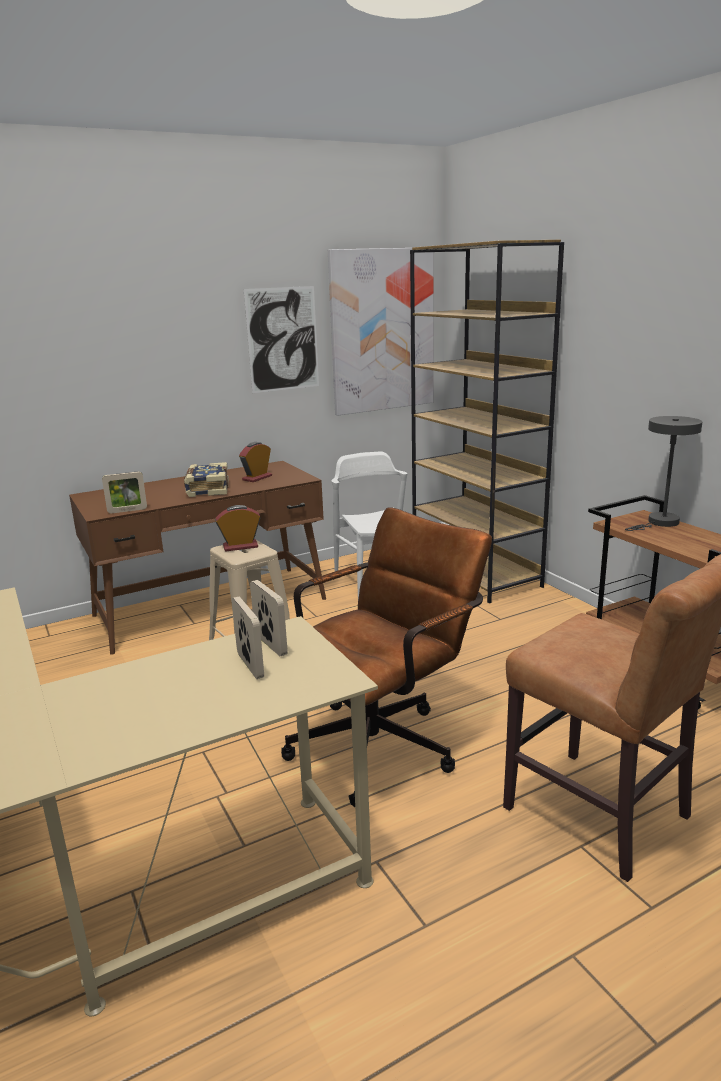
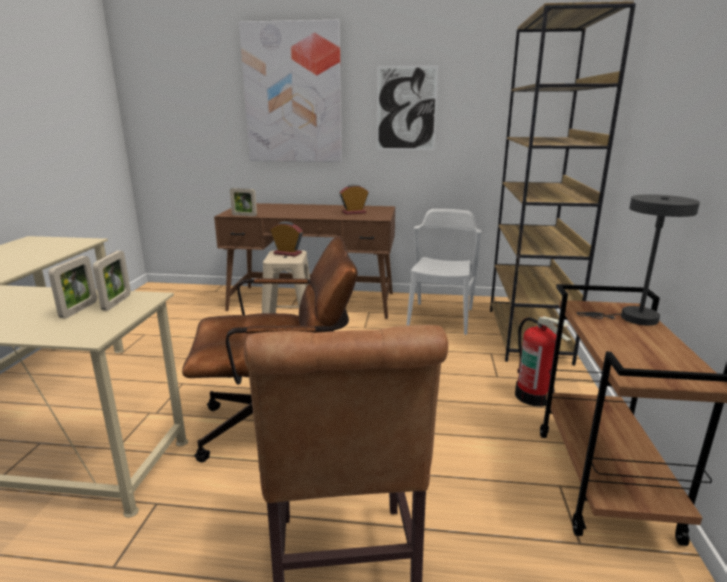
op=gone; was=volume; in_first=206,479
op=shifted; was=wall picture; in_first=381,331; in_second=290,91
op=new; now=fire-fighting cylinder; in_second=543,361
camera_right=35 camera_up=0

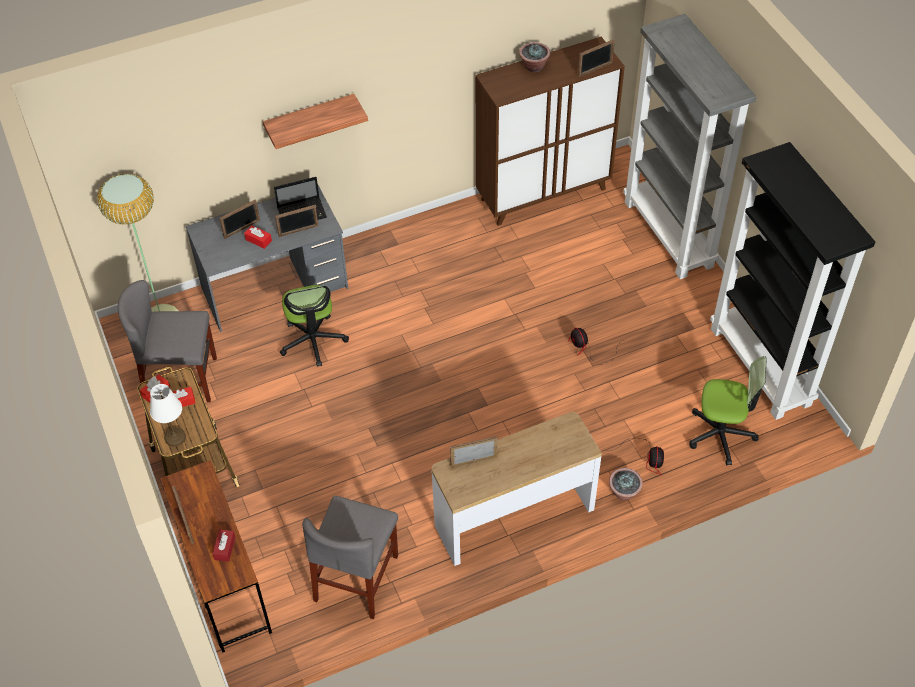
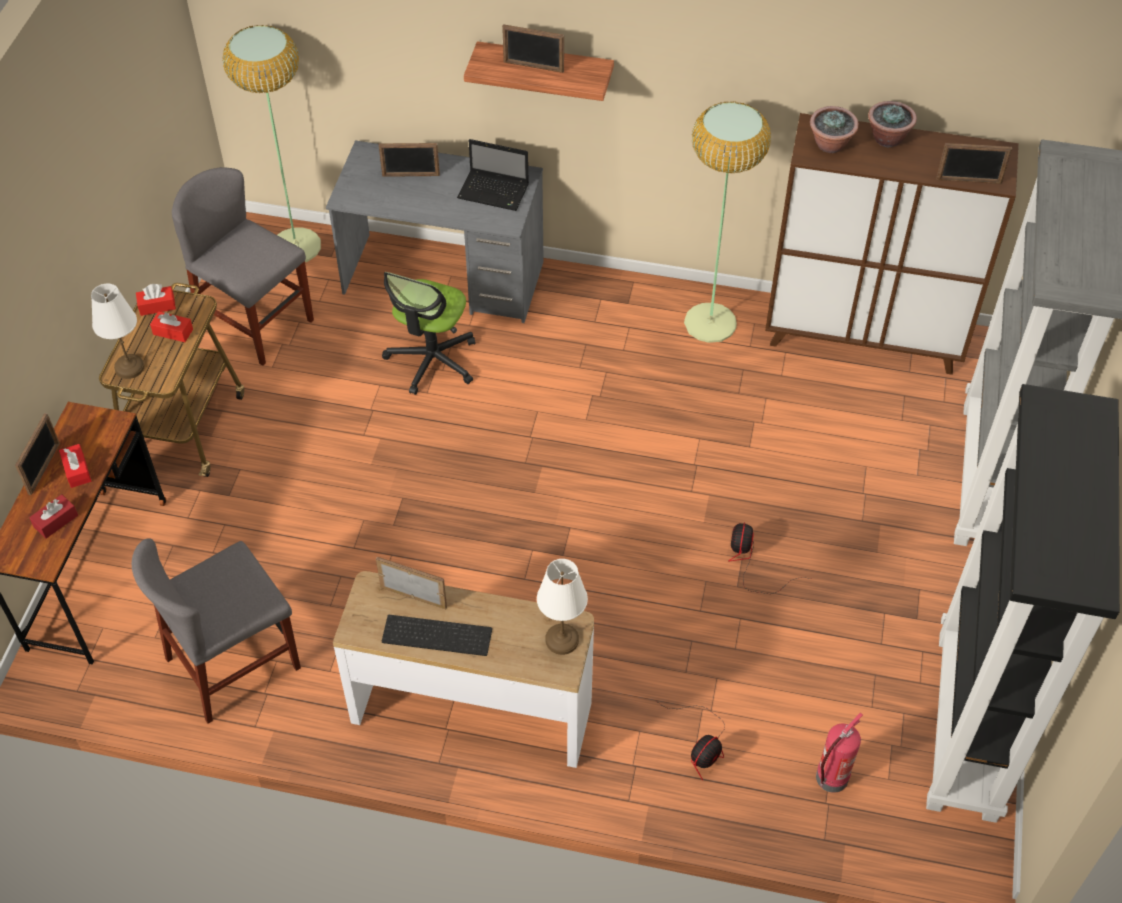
op=shifted; was=red-coloured tissue box; in_first=258,237; in_second=75,466
op=shifted; was=standing frame; in_first=296,221; in_second=533,48
op=shifted; was=plant in a pot; in_first=626,484; in_second=834,129
op=swapped; was=desk chair; now=fire-fighting cylinder; in_first=728,410; in_second=839,752
op=new; now=computer keyboard; in_second=437,635
op=new; now=white lamp for a table; in_second=562,607
op=new; now=standard lamp; in_second=727,222
camera_right=35 camera_up=0

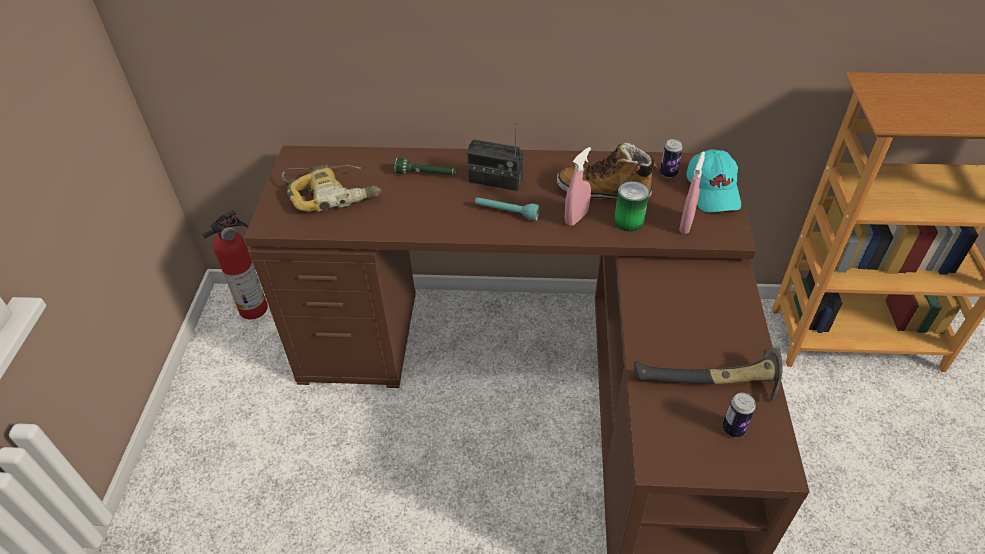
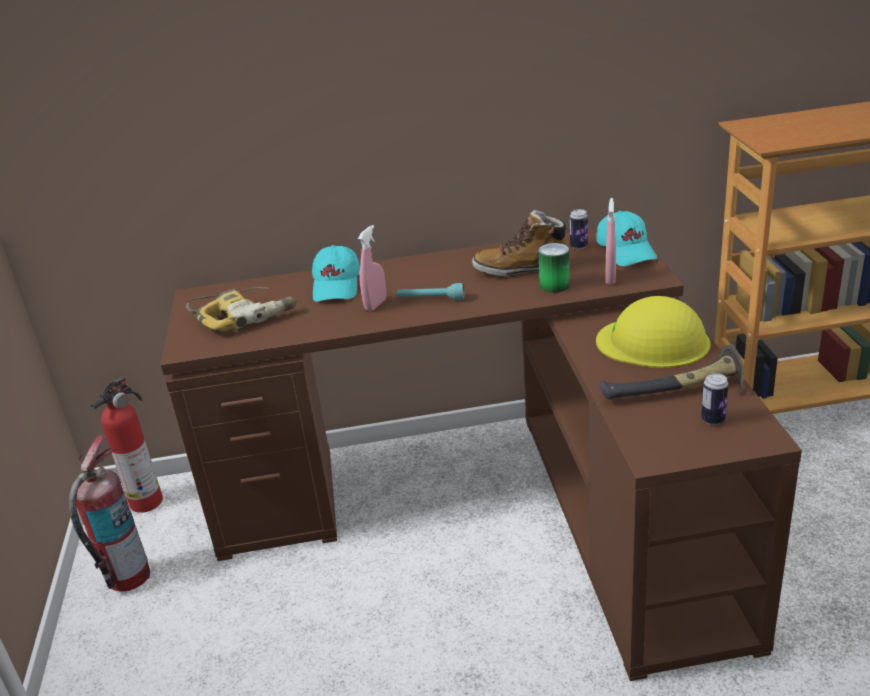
op=swapped; was=green-coloured hand torch; now=blue-green baseball cap; in_first=425,166; in_second=336,273
op=gone; was=radio set; in_first=495,157
op=shifted; was=pink-coloured spray bottle; in_first=578,186; in_second=372,268
op=new; now=fire-fighting cylinder; in_second=109,513
op=new; now=yellow-coloured safety helmet; in_second=653,332
camera_right=-10 camera_up=-15

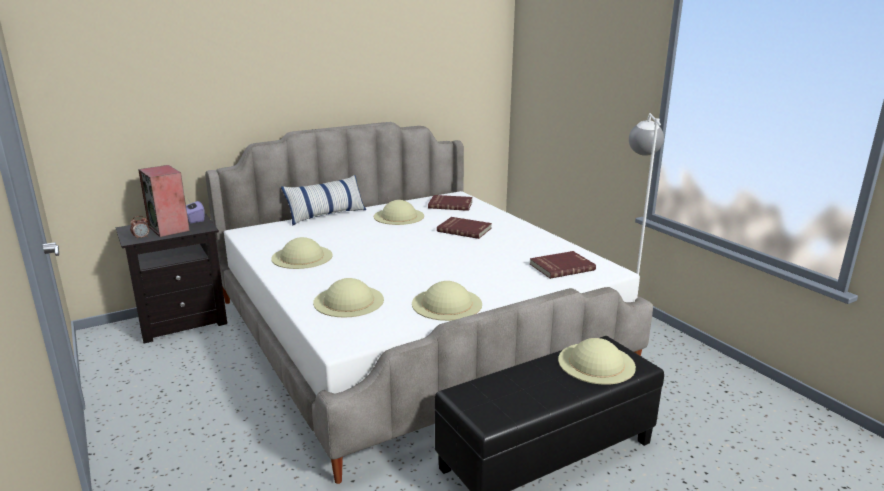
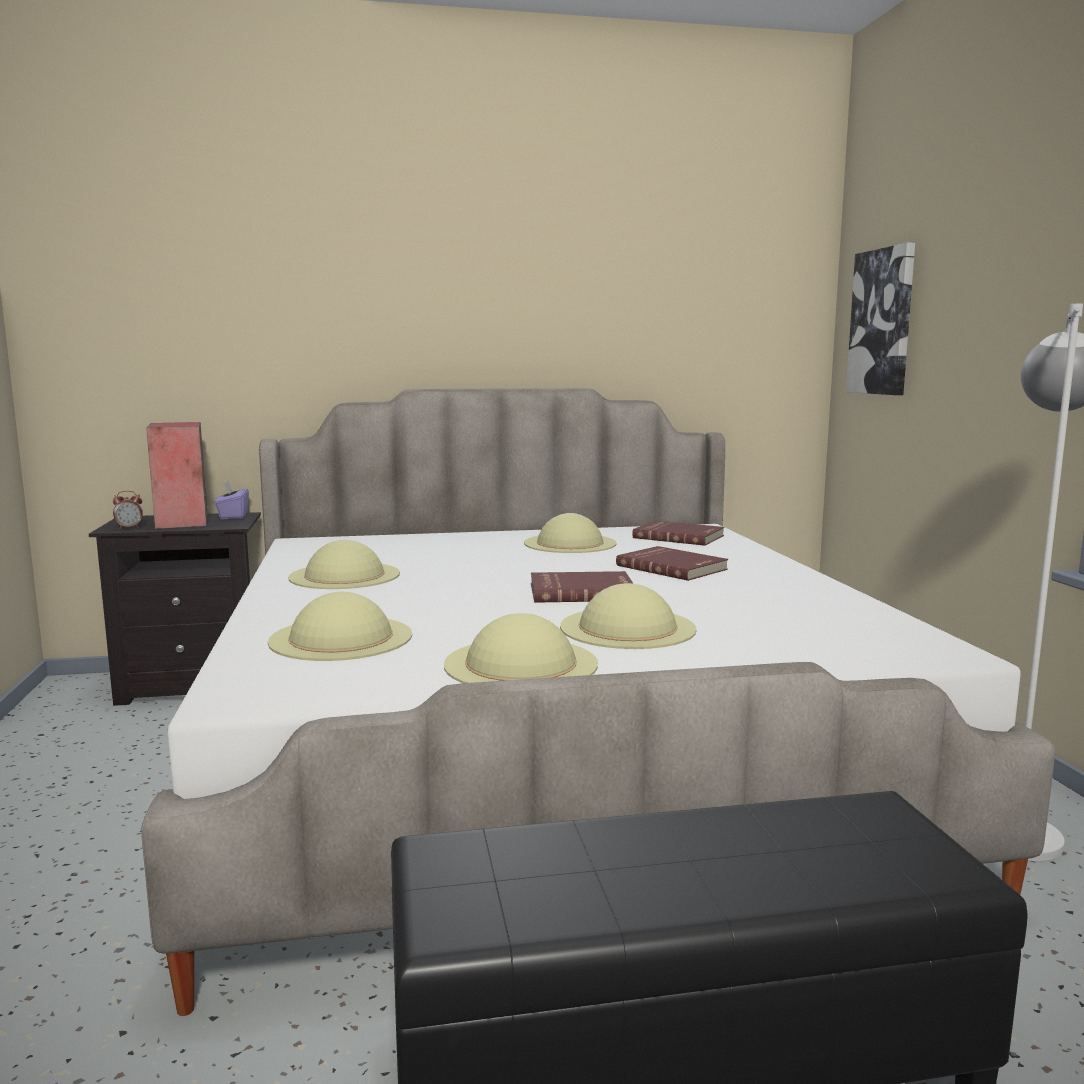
op=gone; was=throw pillow; in_first=323,200
op=shifted; was=red-coloured volume; in_first=563,265; in_second=582,587
op=shifted; was=beige clothing hat; in_first=597,361; in_second=628,616
op=new; now=wall picture; in_second=880,319
camera_right=20 camera_up=-10

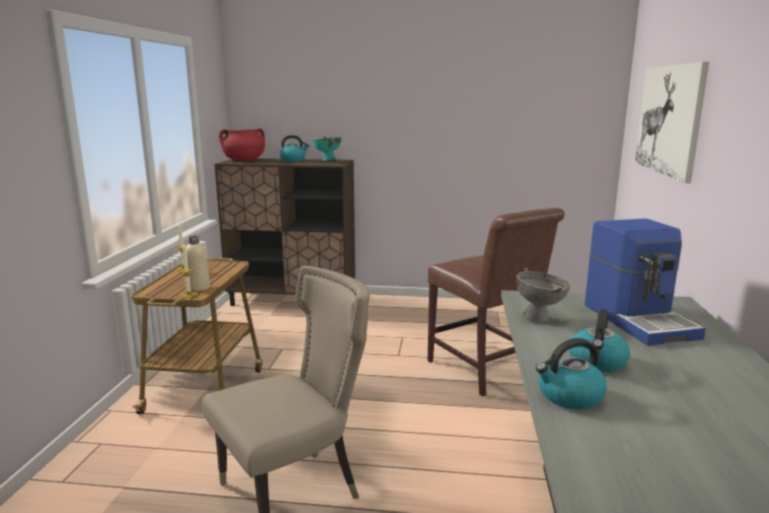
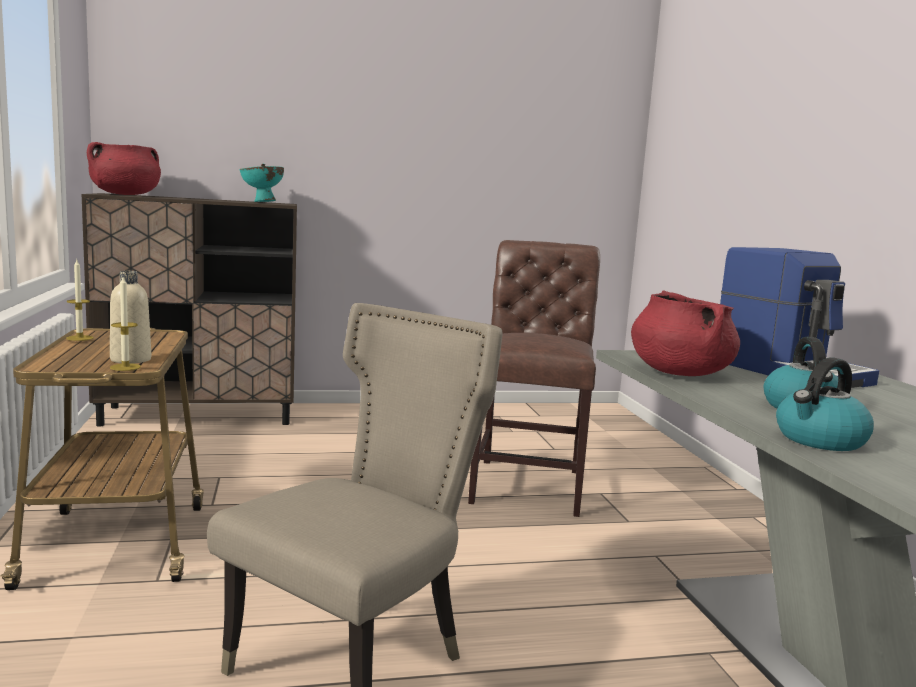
op=gone; was=kettle; in_first=294,148
op=rotated; was=brown-coloured chair; in_first=496,302; in_second=534,378; clockwise=-120
op=swapped; was=gray bowl; now=red-coloured stockpot; in_first=543,295; in_second=685,333
op=gone; was=wall picture; in_first=672,122
camera_right=-20 camera_up=-5

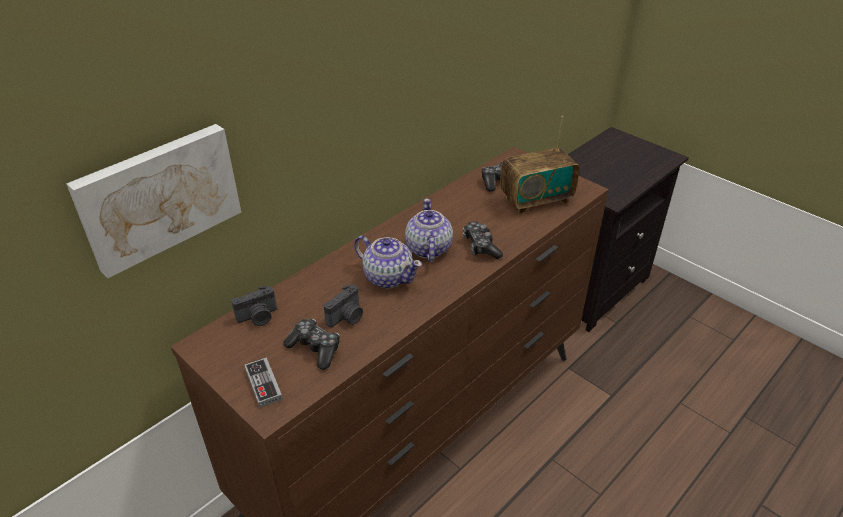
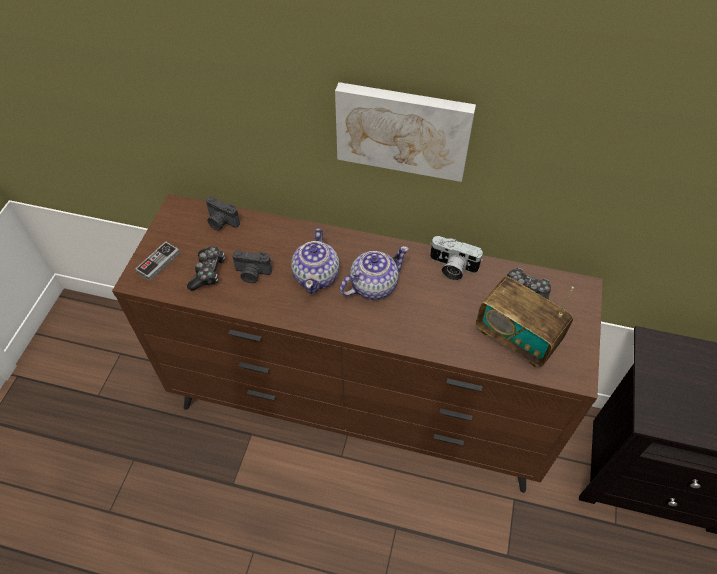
op=shifted; was=wall picture; in_first=153,201; in_second=405,132
op=gone; was=game controller; in_first=483,240
op=new; now=still camera; in_second=456,258
camera_right=60 camera_up=15

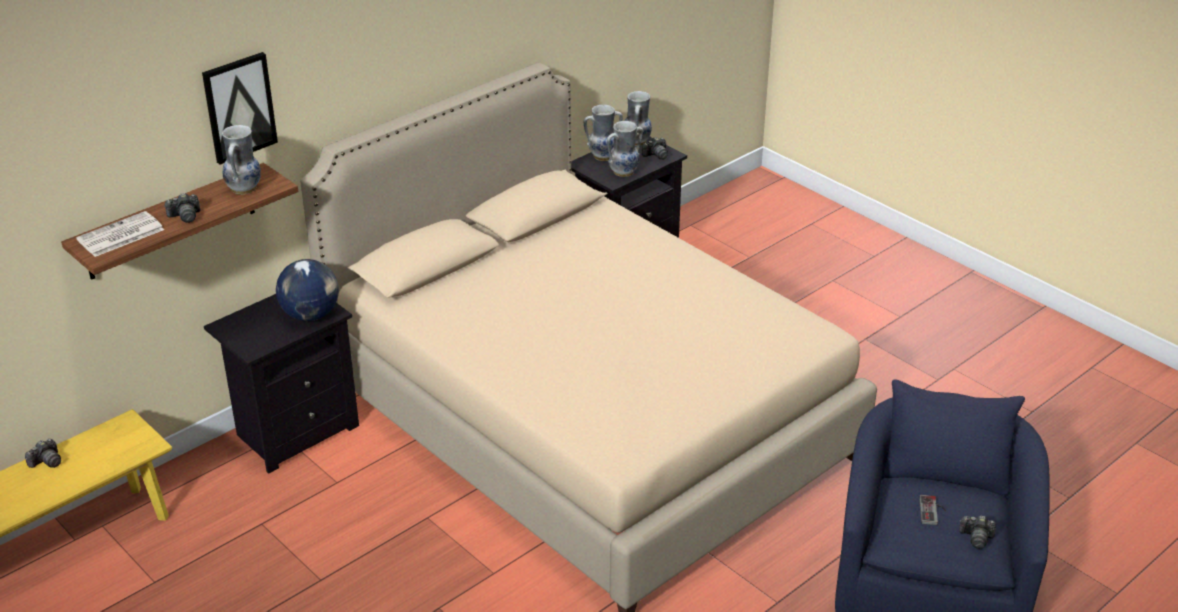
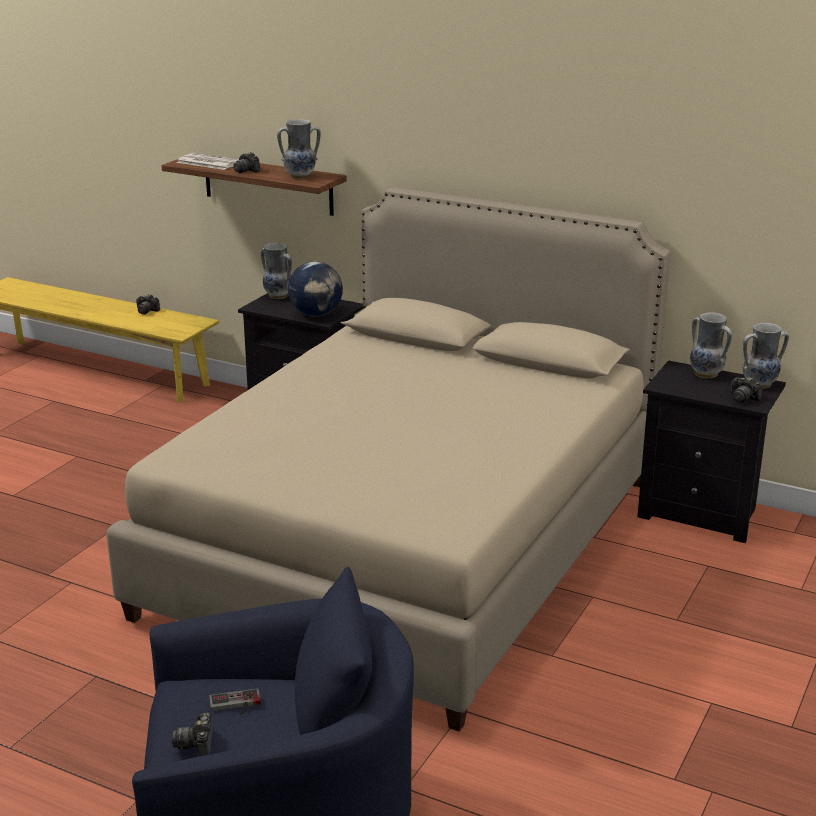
op=gone; was=wall picture; in_first=240,108
op=shifted; was=flower vase; in_first=625,149; in_second=276,271
camera_right=70 camera_up=-10

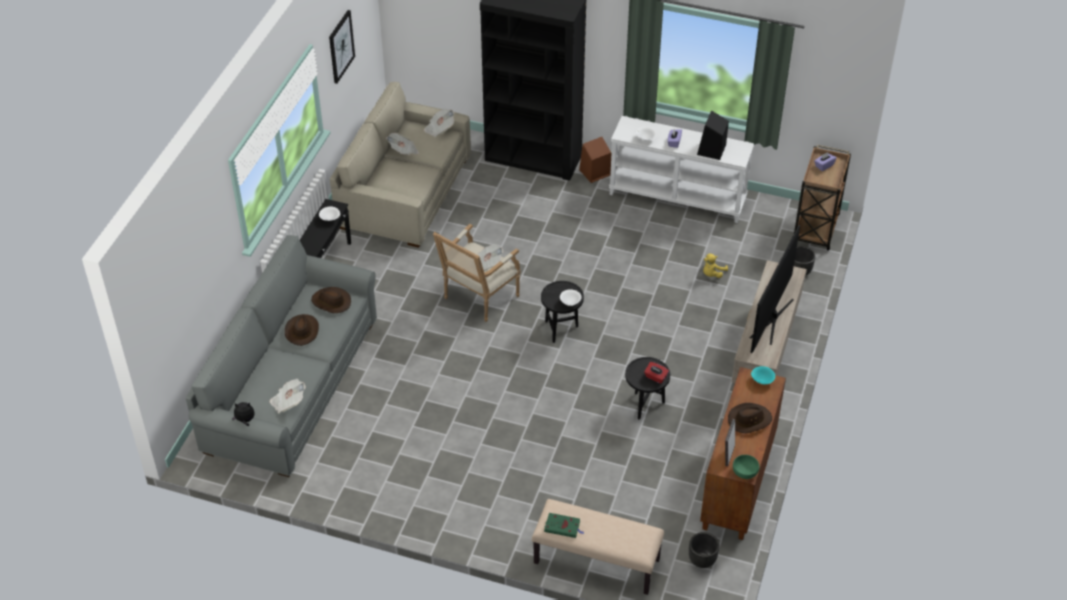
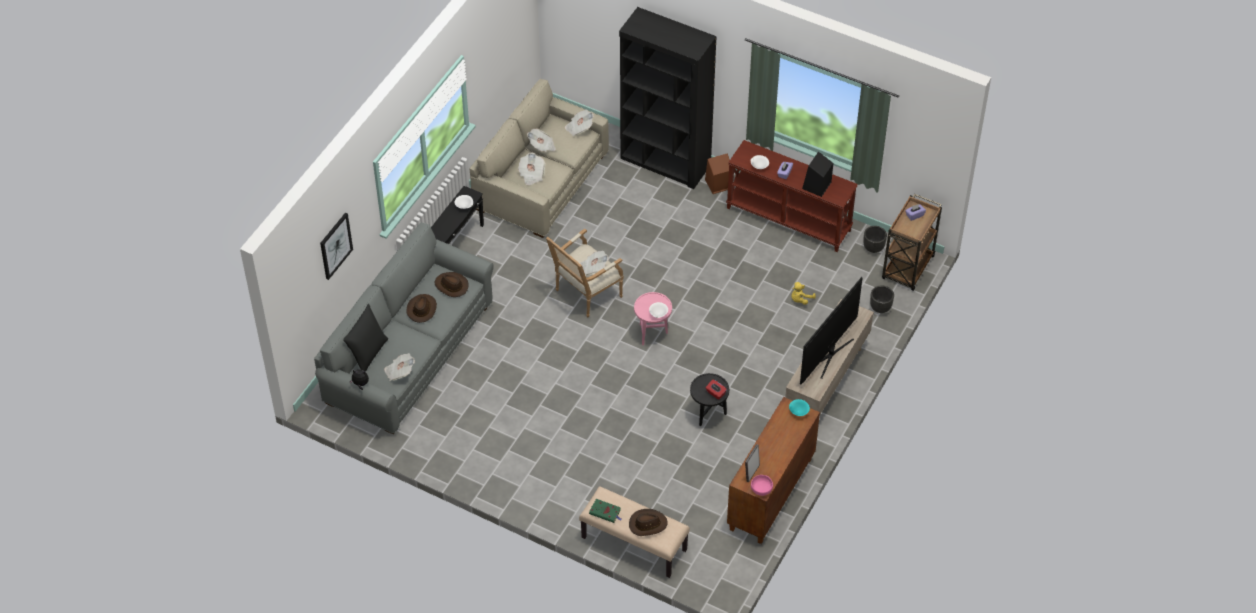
op=shifted; was=wall picture; in_first=342,47; in_second=336,246
op=repainted; was=black-coloured end table; now=pink-coloured end table; in_first=562,312; in_second=653,318
op=repainted; was=white console table; now=brown-coloured console table; in_first=681,169; in_second=792,196
op=shifted; was=black-coloured planter; in_first=704,550; in_second=875,239
op=shifted; was=brown-coloured clothing hat; in_first=750,418; in_second=648,522
op=repainted; was=green-coloured bowl; now=pink-coloured bowl; in_first=746,467; in_second=762,485
op=new; now=black-coloured throw pillow; in_second=365,338
op=new; now=printed paper; in_second=532,169
camera_right=10 camera_up=5

